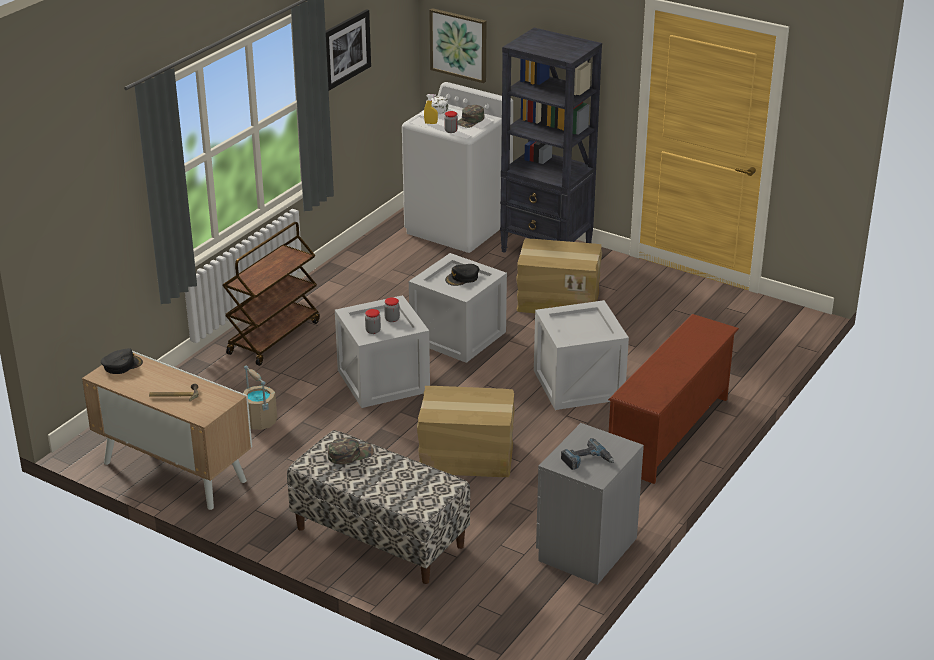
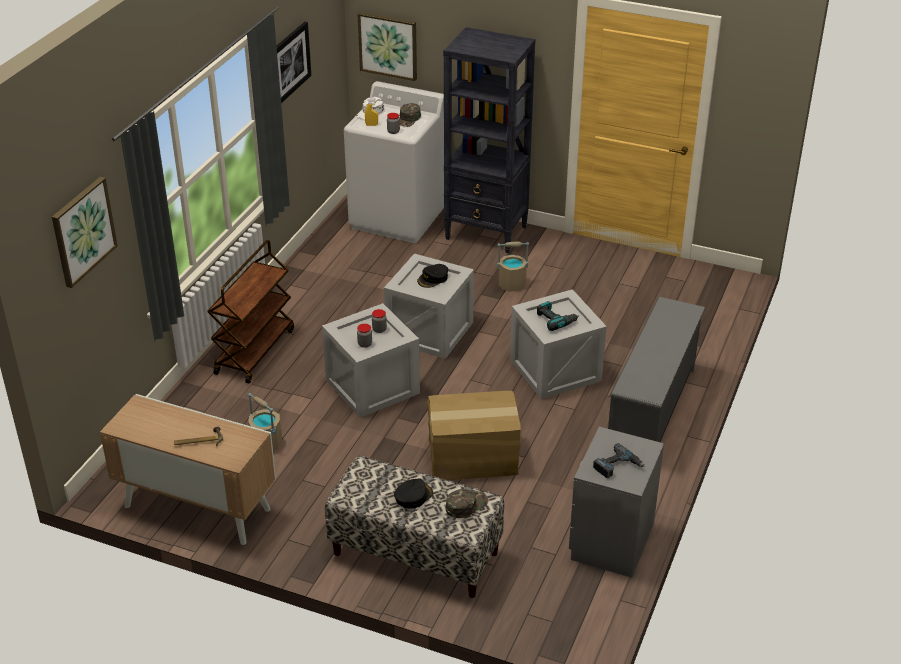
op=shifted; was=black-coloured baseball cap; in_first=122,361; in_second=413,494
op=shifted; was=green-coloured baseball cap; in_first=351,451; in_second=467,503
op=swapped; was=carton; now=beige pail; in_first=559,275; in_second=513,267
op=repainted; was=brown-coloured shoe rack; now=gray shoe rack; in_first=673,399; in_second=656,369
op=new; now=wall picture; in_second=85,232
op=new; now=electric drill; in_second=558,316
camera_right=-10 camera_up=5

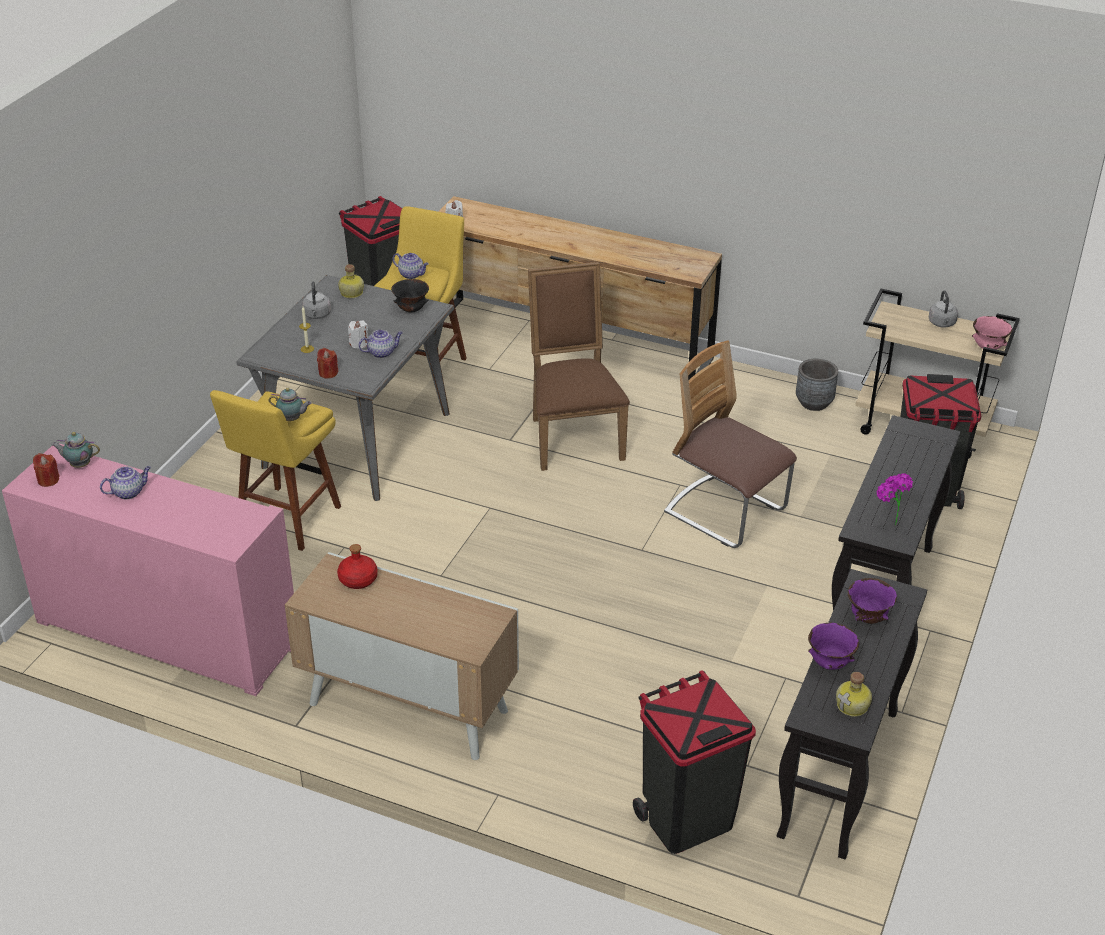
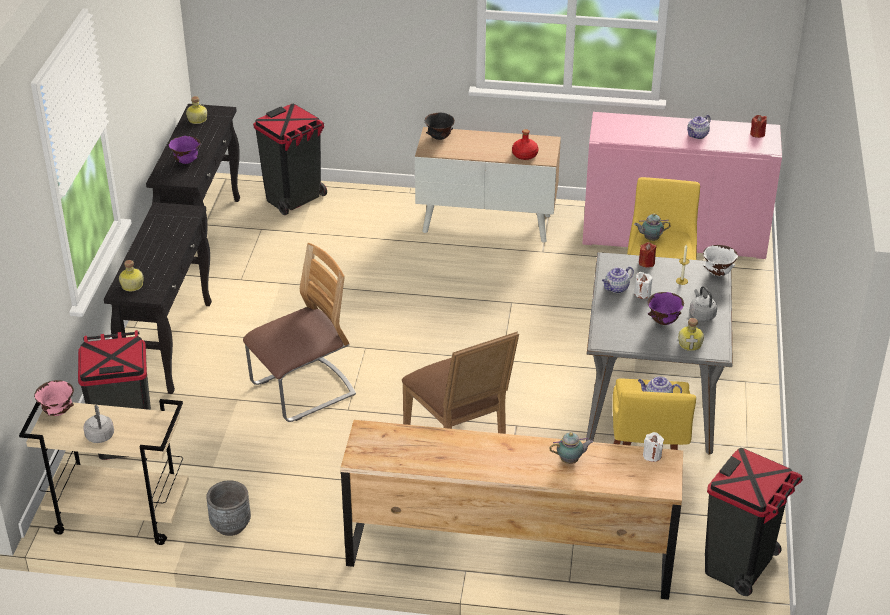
op=shifted; was=teapot; in_first=76,450; in_second=571,448
op=shifted; was=black-coloured bowl; in_first=410,296; in_second=440,126
op=rotated; was=chair; in_first=730,444; in_second=299,332; clockwise=-60
op=shifted; was=purplish bowl; in_first=833,646; in_second=666,308
op=gone; was=plant in a pot; in_first=895,499
op=new; now=bottle; in_second=131,275
op=new; now=white bowl; in_second=720,260
camera_right=165 camera_up=0

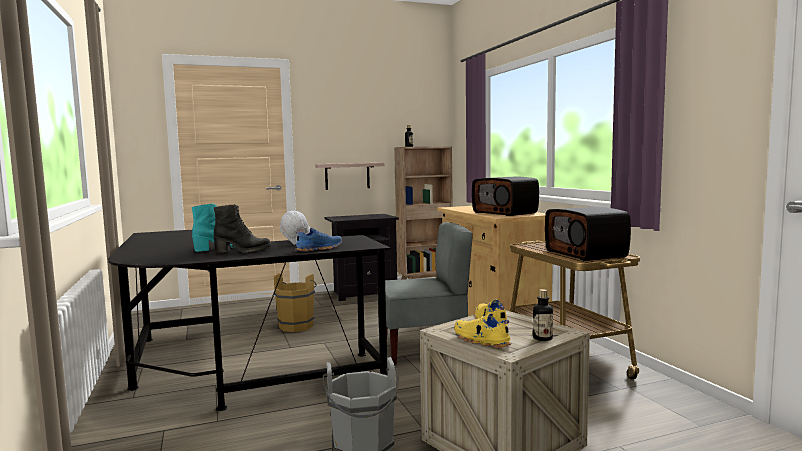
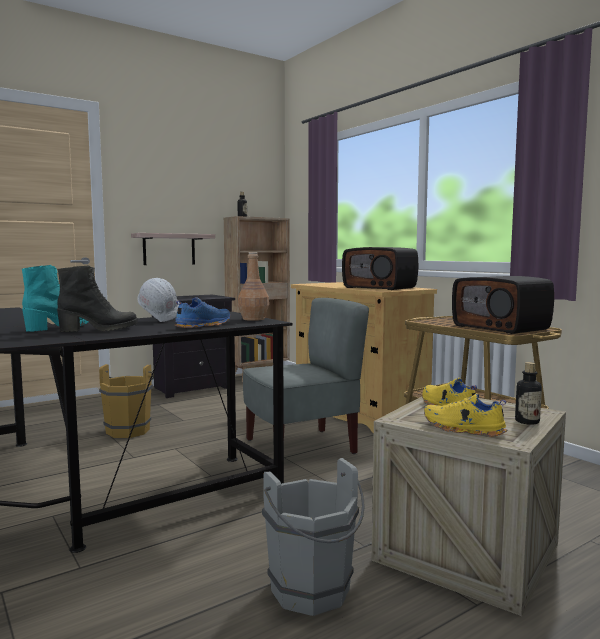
op=new; now=brown-coloured bottle; in_second=253,286
camera_right=-15 camera_up=0

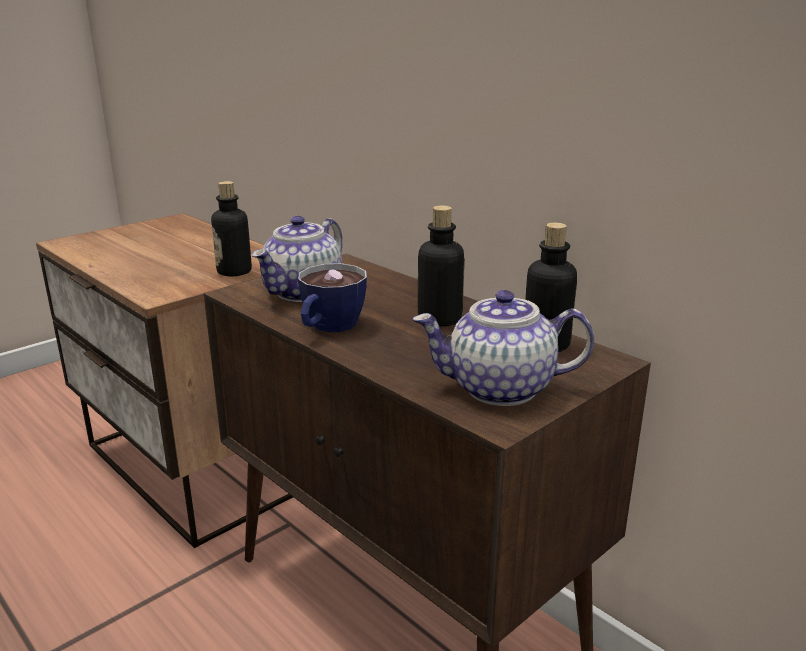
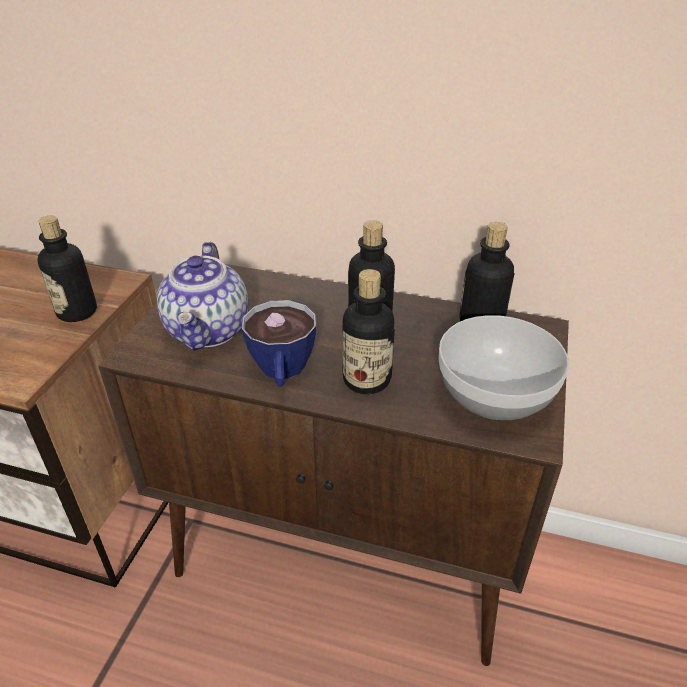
op=swapped; was=teapot; now=bowl; in_first=503,348; in_second=504,367
op=new; now=bottle; in_second=368,331
camera_right=-30 camera_up=15

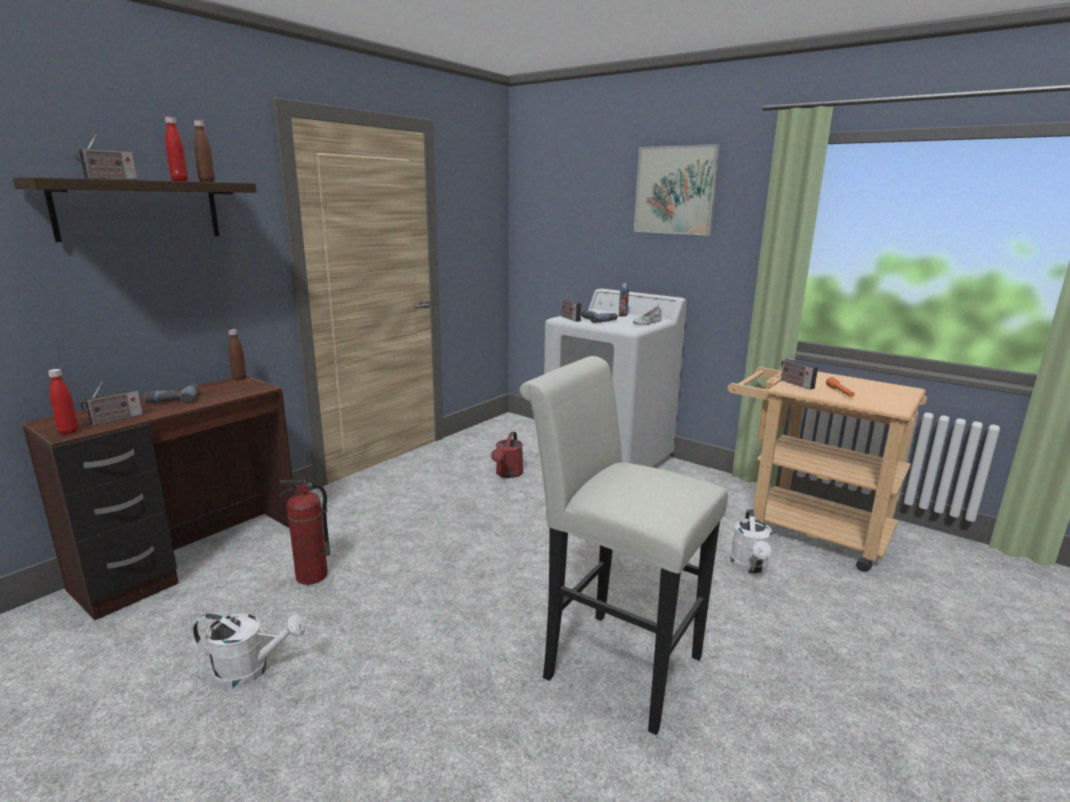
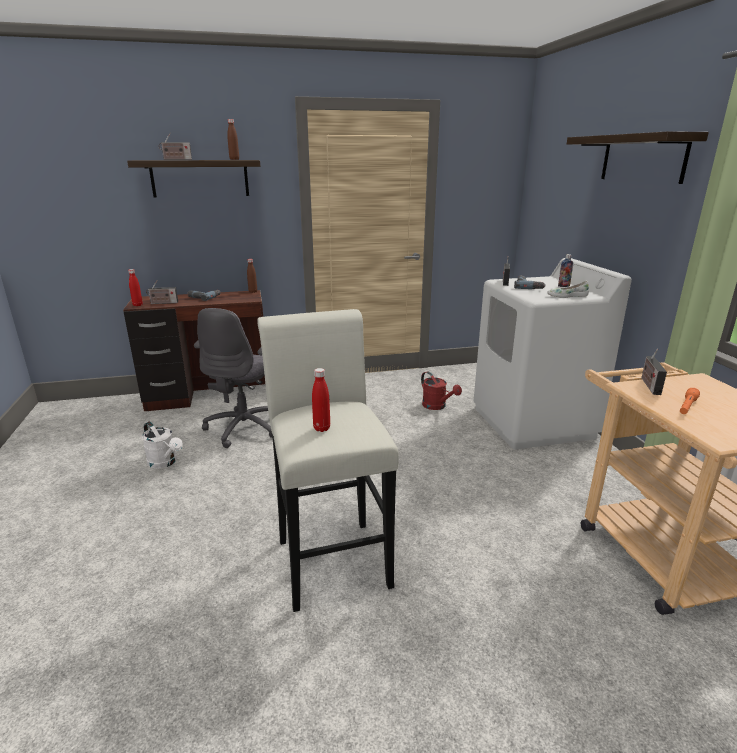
op=shifted; was=red-coloured bottle; in_first=176,149; in_second=321,400
op=swapped; was=fire-fighting cylinder; now=gray desk chair; in_first=305,532; in_second=233,378
op=rotated; was=red-coloured watering pot; in_first=507,455; in_second=441,390; clockwise=-90
op=swapped; was=wall picture; now=shelf; in_first=677,190; in_second=638,157
op=gone; was=white watering pot; in_first=751,541
camera_right=40 camera_up=5

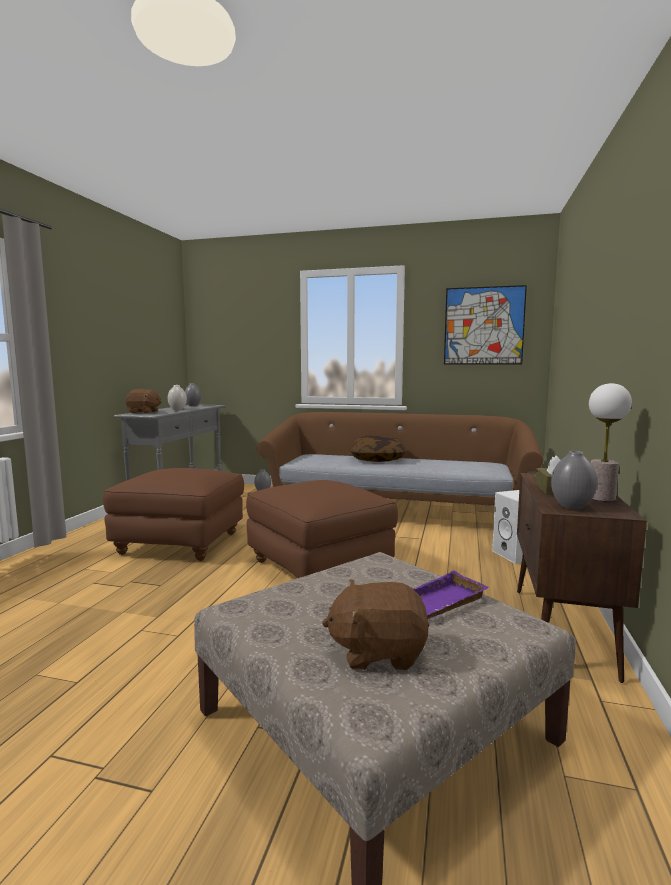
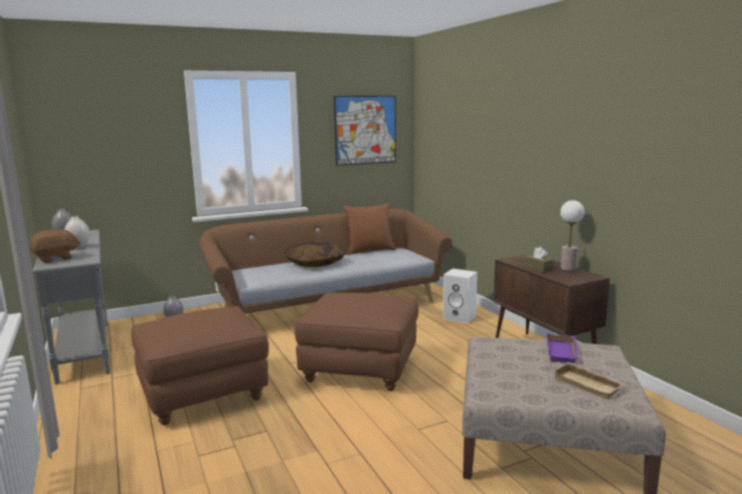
op=swapped; was=brown-coloured plush toy; now=beige carrying tray; in_first=375,624; in_second=588,381
op=gone; was=gray flower vase; in_first=574,480
op=new; now=brown-coloured throw pillow; in_second=369,229
camera_right=-40 camera_up=5

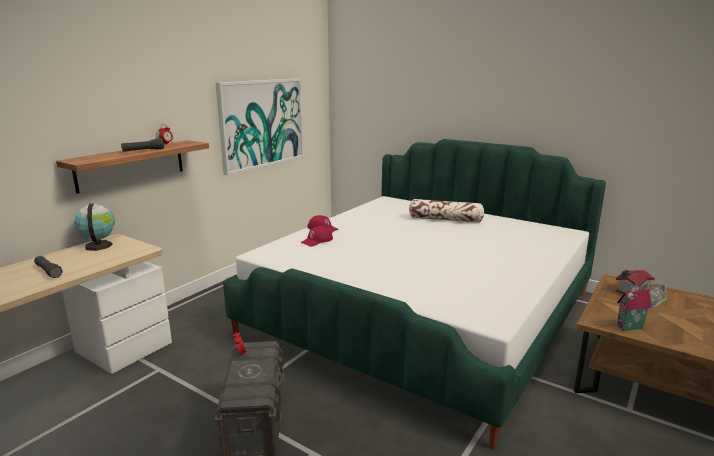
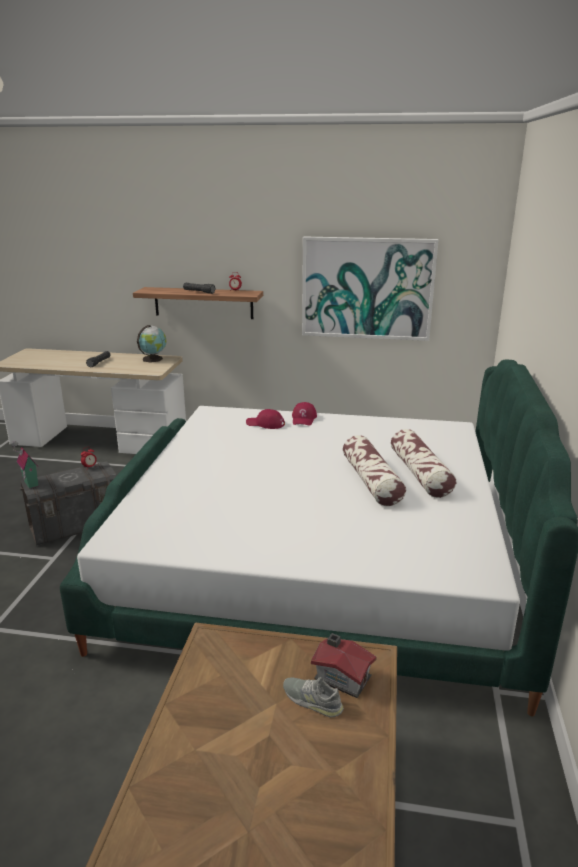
op=shifted; was=toy house; in_first=634,307; in_second=24,465
op=new; now=throw pillow; in_second=374,470
camera_right=65 camera_up=5

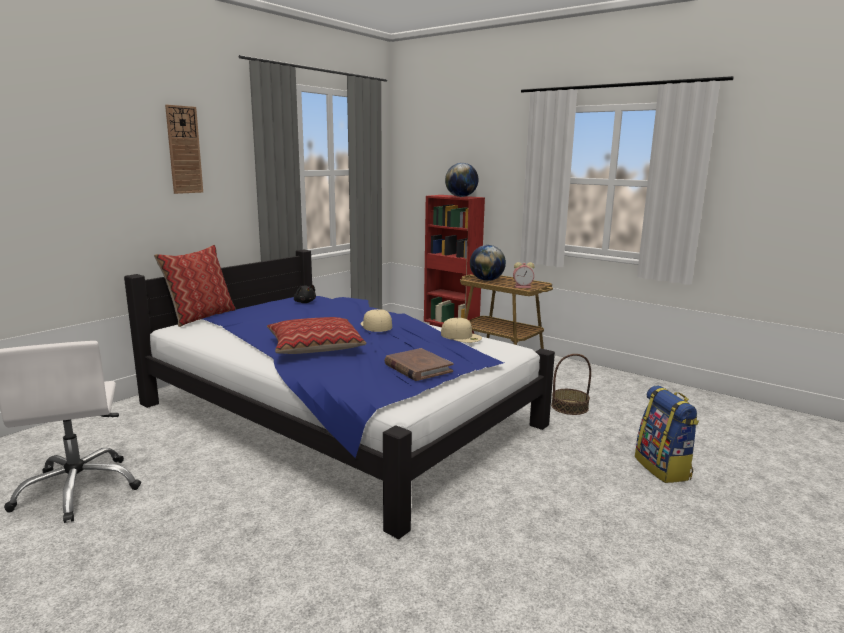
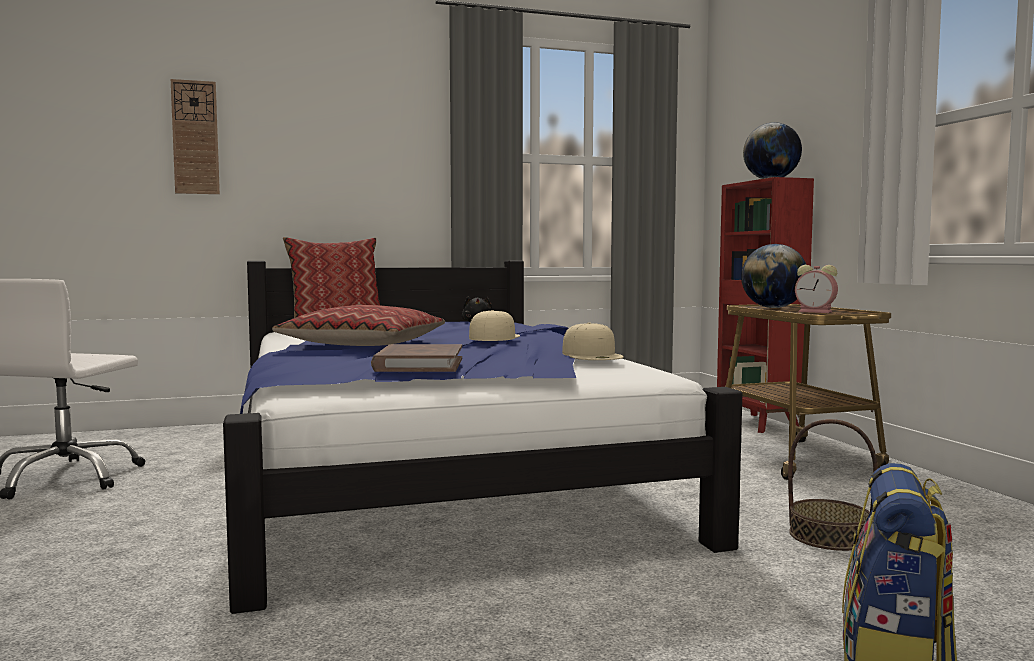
op=shifted; was=hanging clock; in_first=184,149; in_second=195,136
camera_right=35 camera_up=-10

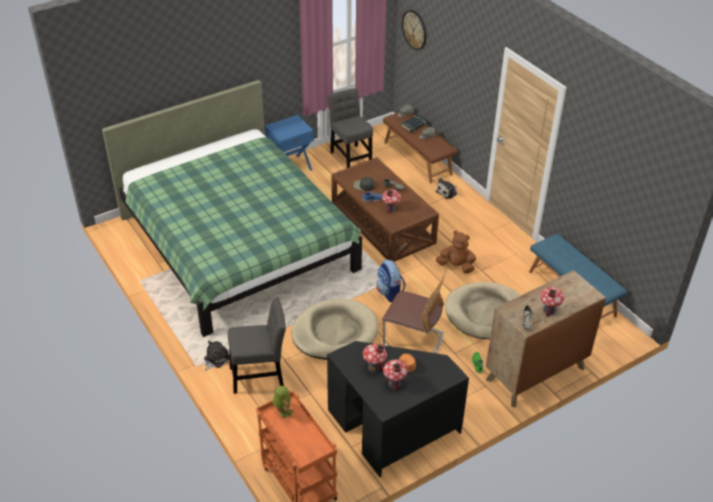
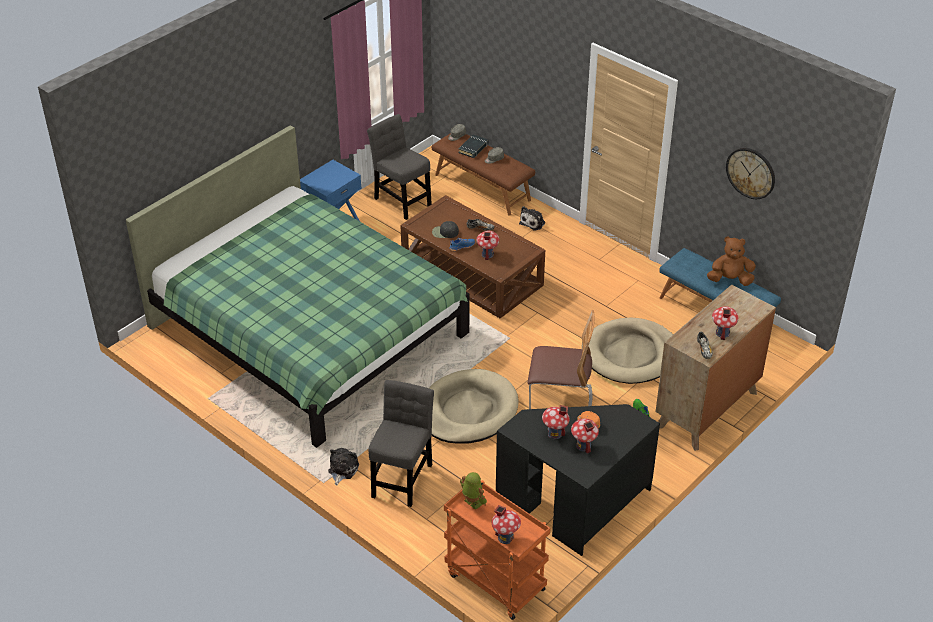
op=rotated; was=gray chair; in_first=257,346; in_second=401,443; clockwise=-45
op=gone; was=backpack; in_first=391,280
op=shifted; was=hanging clock; in_first=414,30; in_second=750,173
op=shifted; was=brown-coloured plush toy; in_first=456,252; in_second=731,261
op=new; now=toy house; in_second=506,524
camera_right=-15 camera_up=0

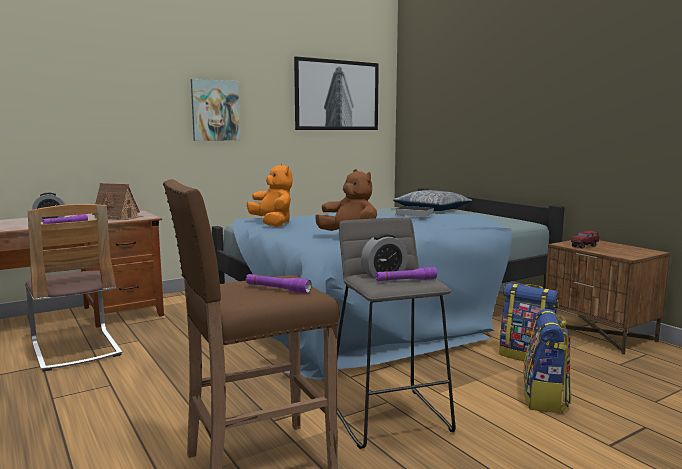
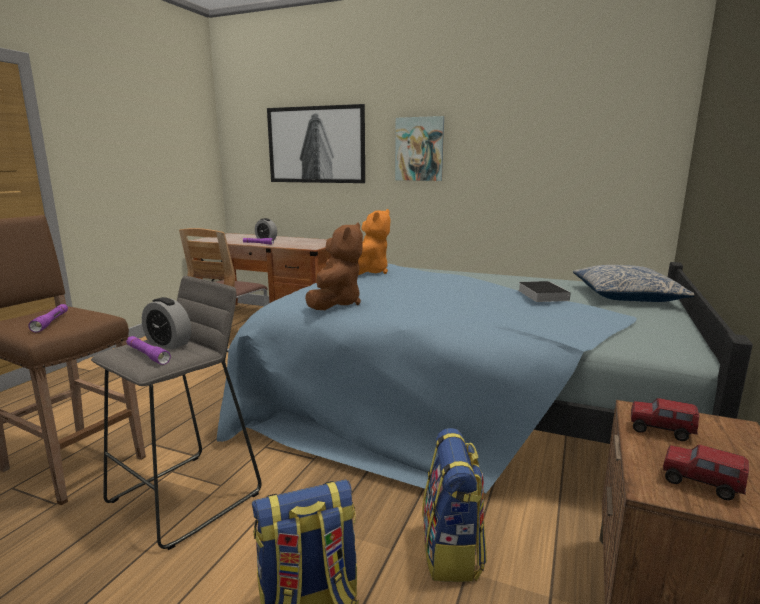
op=gone; was=toy house; in_first=117,201
op=shifted; was=wall picture; in_first=336,93; in_second=316,143
op=new; now=model truck; in_second=706,472
camera_right=55 camera_up=5

